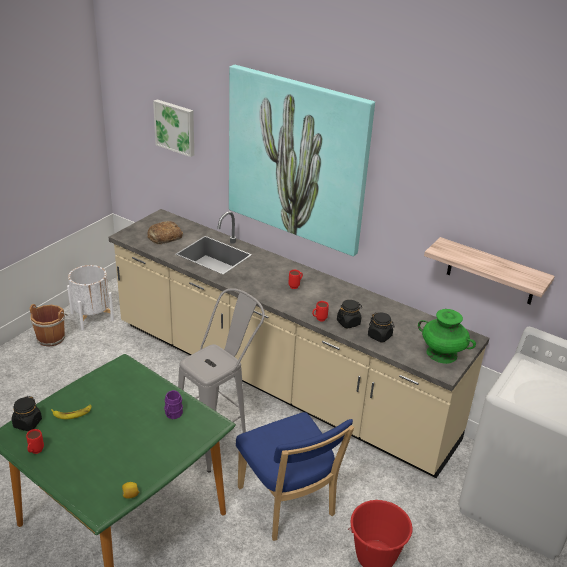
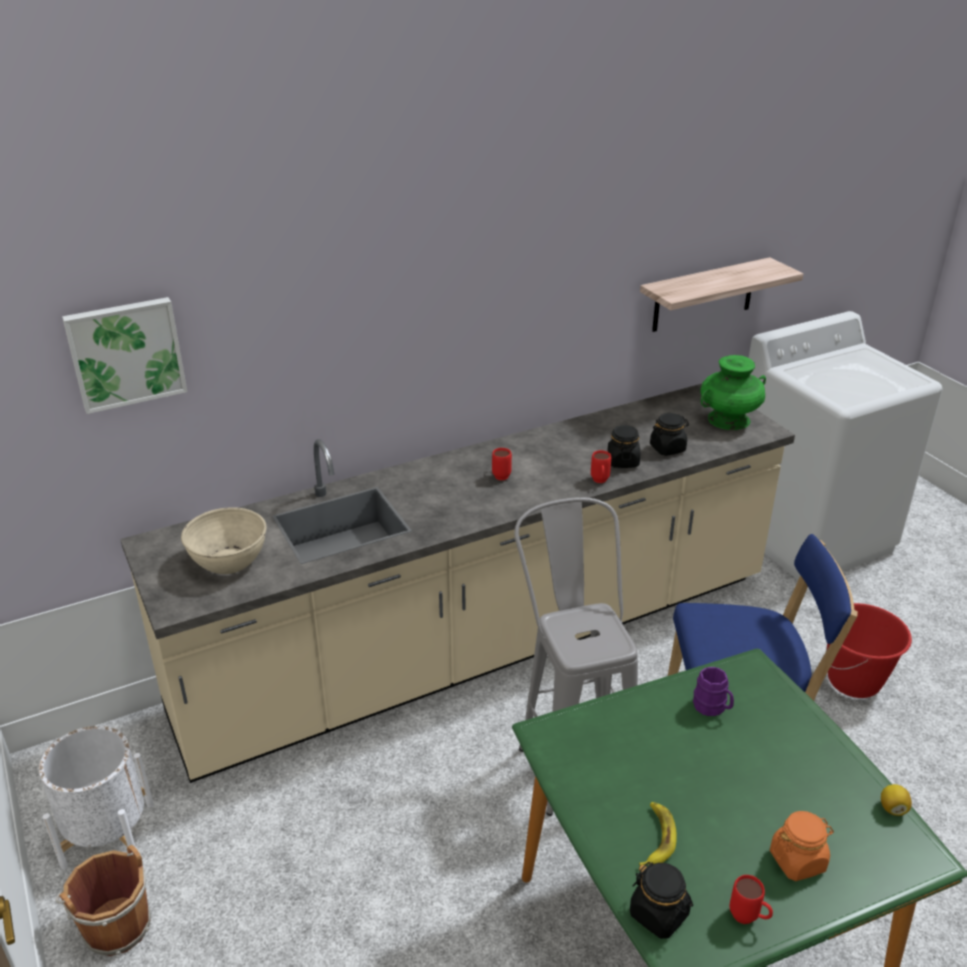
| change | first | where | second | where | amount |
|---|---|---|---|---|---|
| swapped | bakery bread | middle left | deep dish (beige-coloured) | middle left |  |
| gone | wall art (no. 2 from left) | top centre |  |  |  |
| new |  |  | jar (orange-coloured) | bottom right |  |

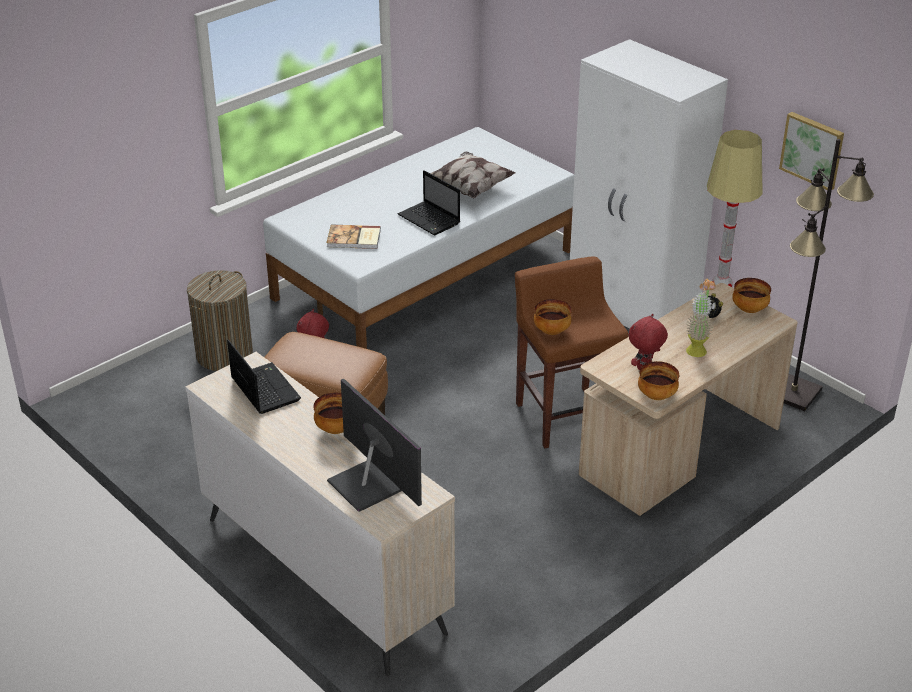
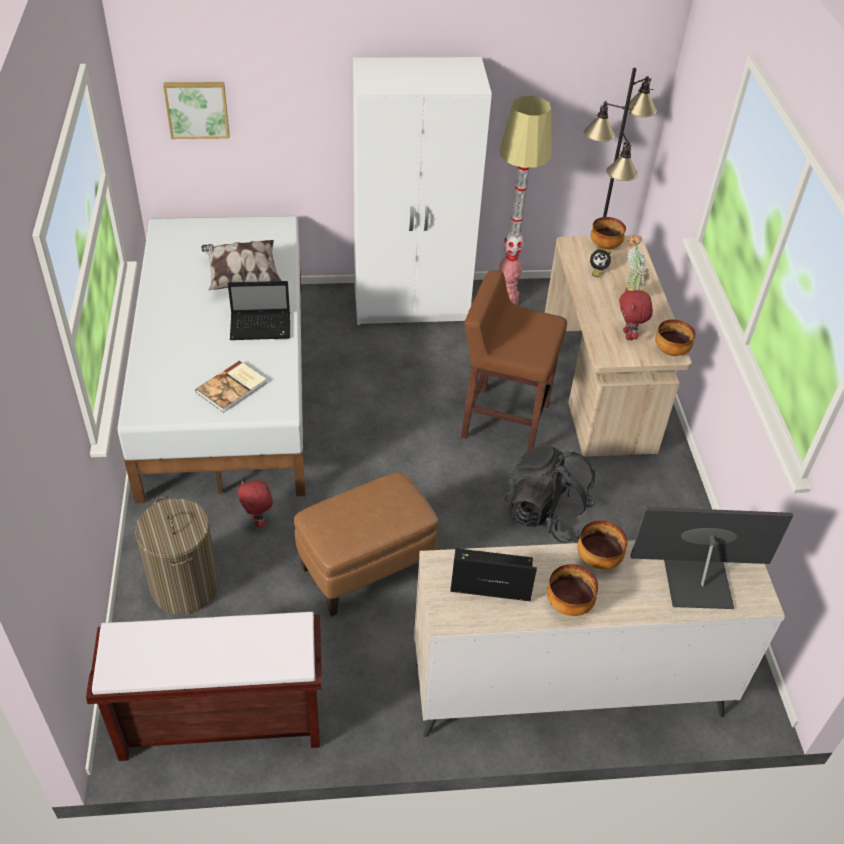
| change | first | where | second | where | amount |
|---|---|---|---|---|---|
| shifted | deep dish (no. 2 from left in the first image) | centre | deep dish (no. 1 from left) | bottom right |  |
| shifted | wall art | top right |  | top left |  |
| new |  |  | indoor bench (brown-coloured) | bottom left |  |
| new |  |  | knapsack (black-coloured) | centre |  |

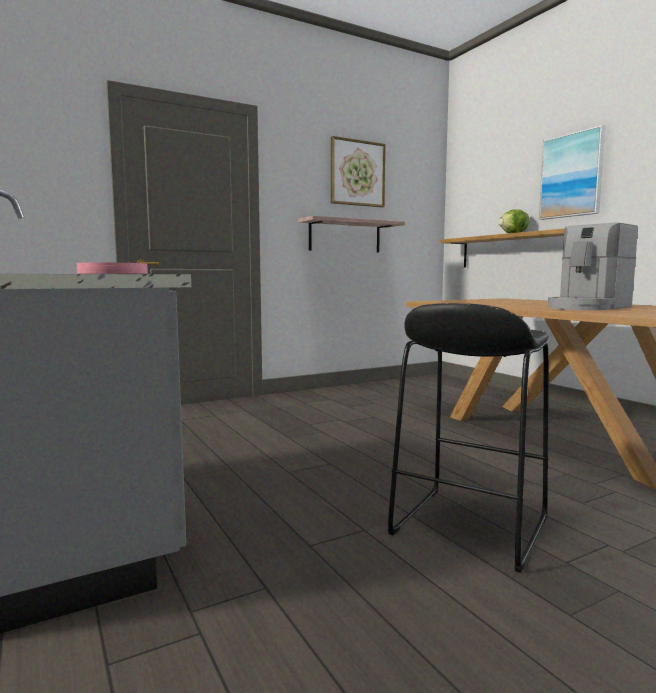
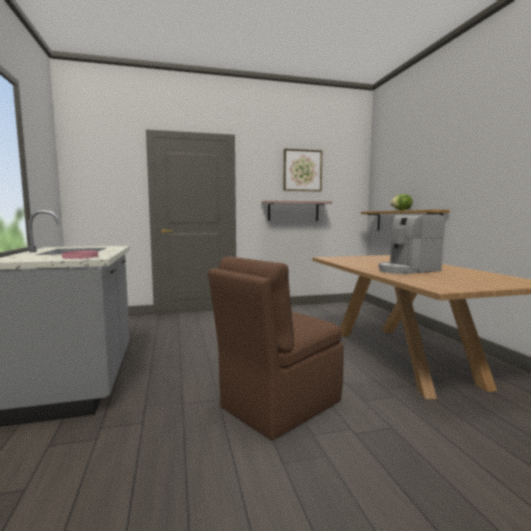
| change | first | where | second | where | amount |
|---|---|---|---|---|---|
| swapped | sitting stool (black-coloured) | middle right | plain chair (brown-coloured) | centre |  |
| gone | wall art (no. 2 from left) | top right |  |  |  |

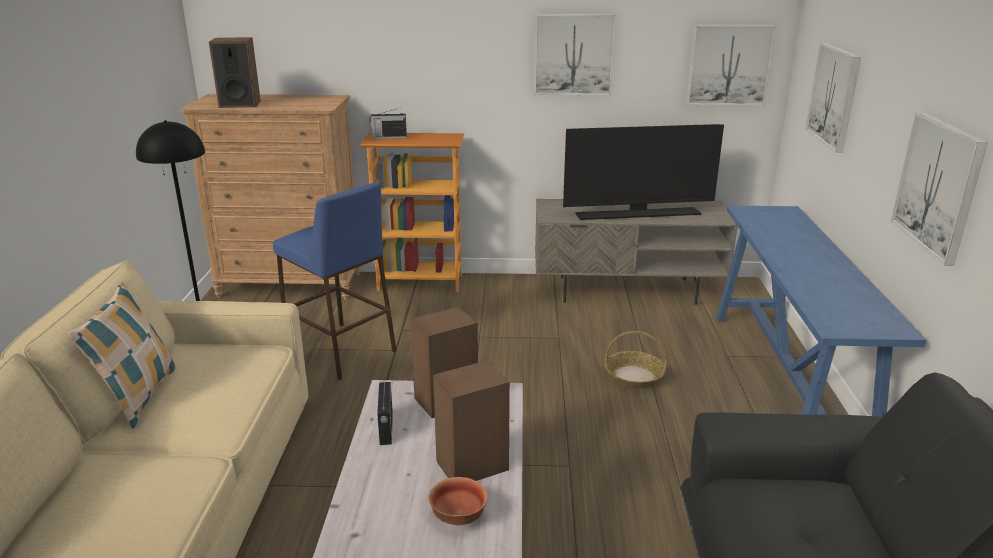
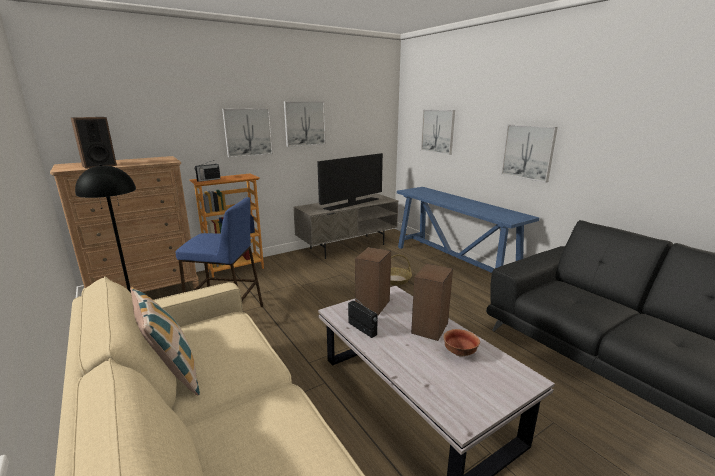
| change | first | where | second | where | amount |
|---|---|---|---|---|---|
| shifted | wall art (no. 2 from left in the first image) | top right | wall art (no. 1 from left) | top centre |  |

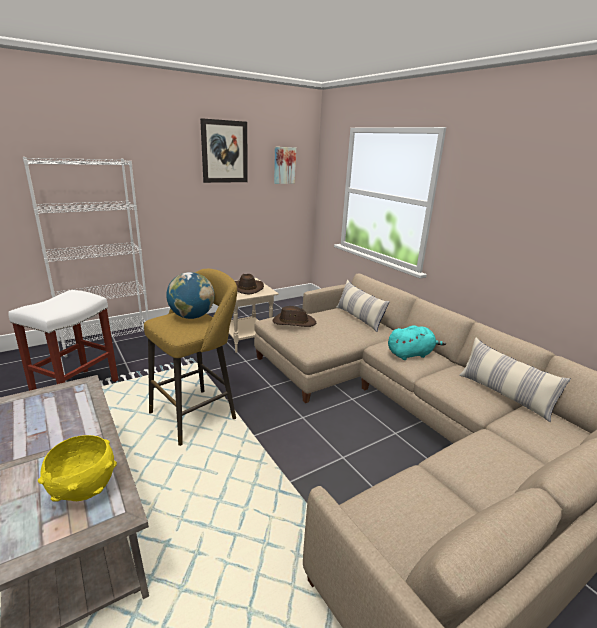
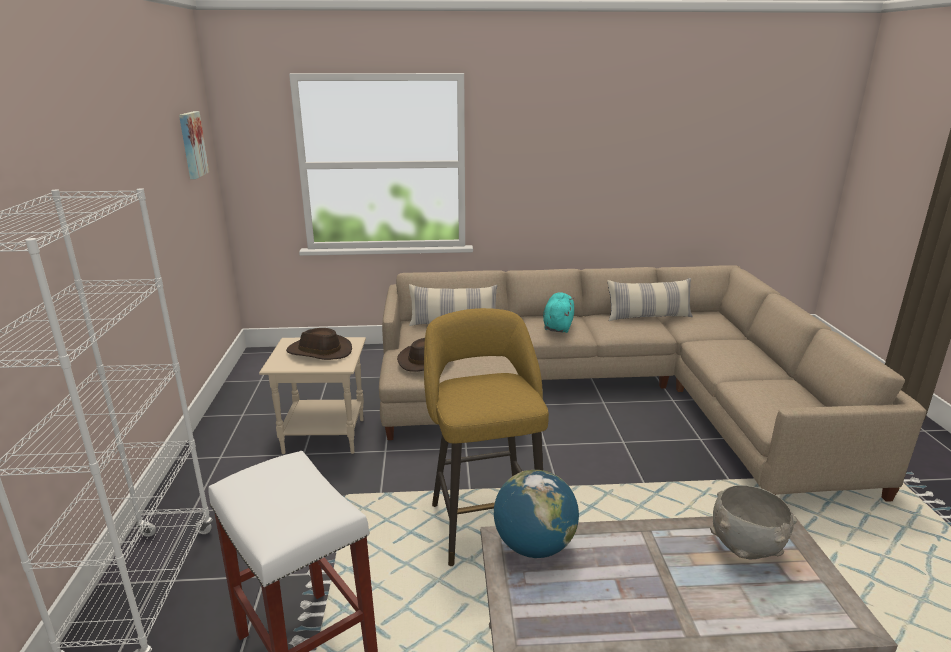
| change | first | where | second | where | amount |
|---|---|---|---|---|---|
| repainted | deep dish (yellow) | bottom left | deep dish (gray) | bottom right |  |
| shifted | world globe | middle left |  | bottom centre |  |
| gone | wall art (no. 1 from left) | top centre |  |  |  |

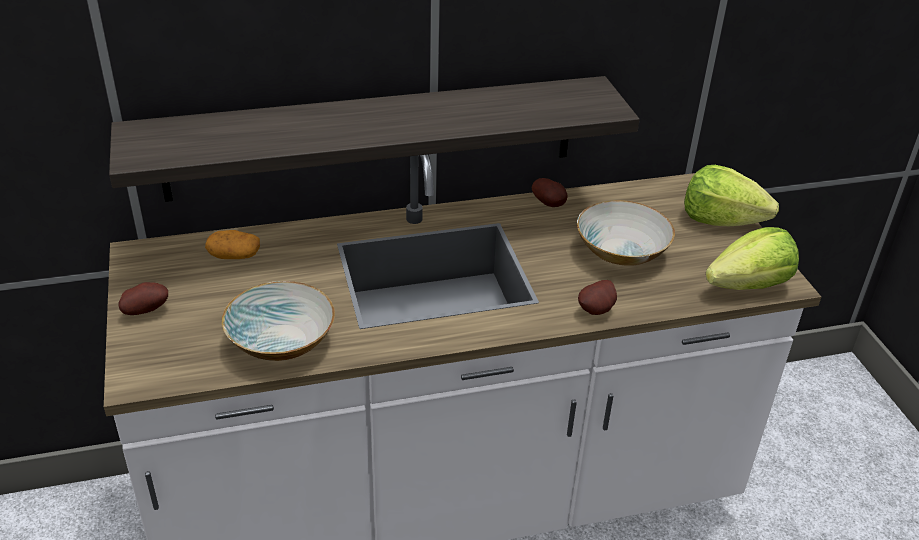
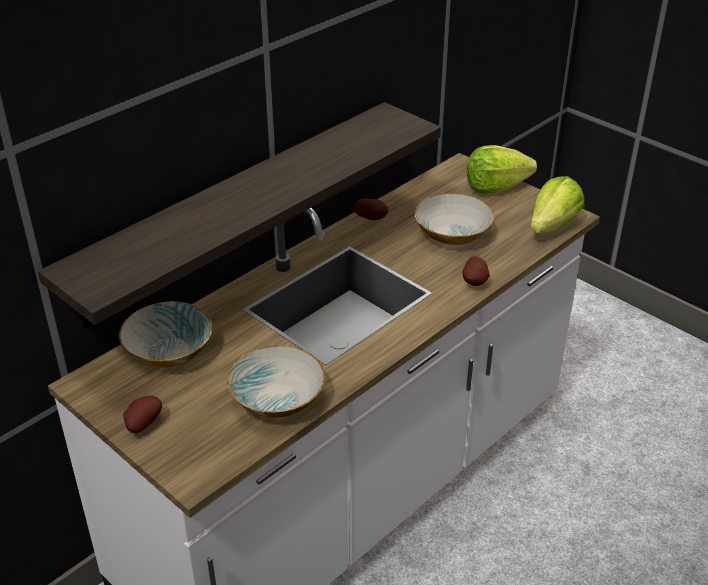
| change | first | where | second | where | amount |
|---|---|---|---|---|---|
| swapped | whole potato (no. 2 from left) | middle left | deep dish (no. 1 from left) | middle left |  |

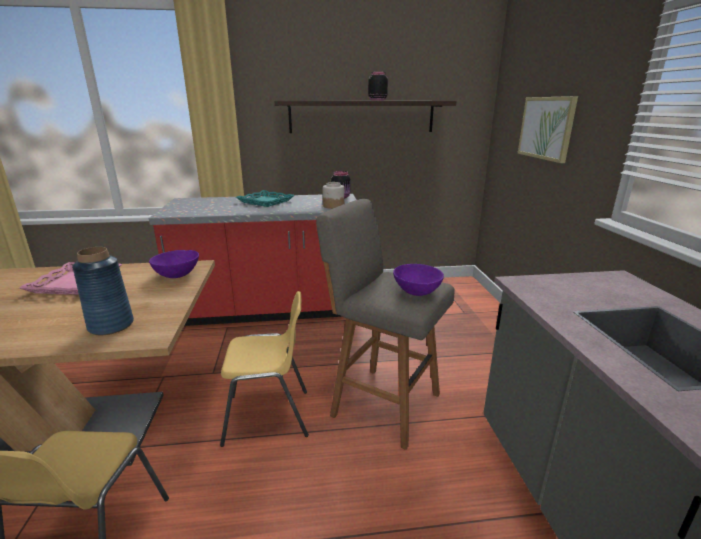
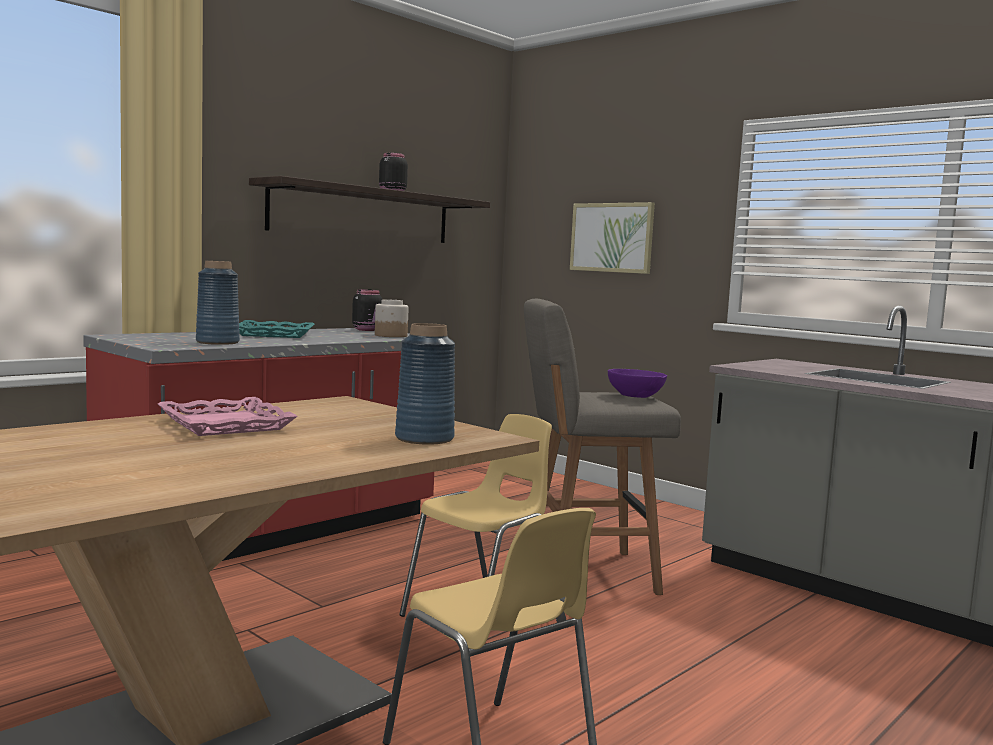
| change | first | where | second | where | amount |
|---|---|---|---|---|---|
| gone | deep dish (purple) (no. 1 from left) | middle left |  |  |  |
| new |  |  | vase (bluish) (no. 1 from left) | middle left |  |

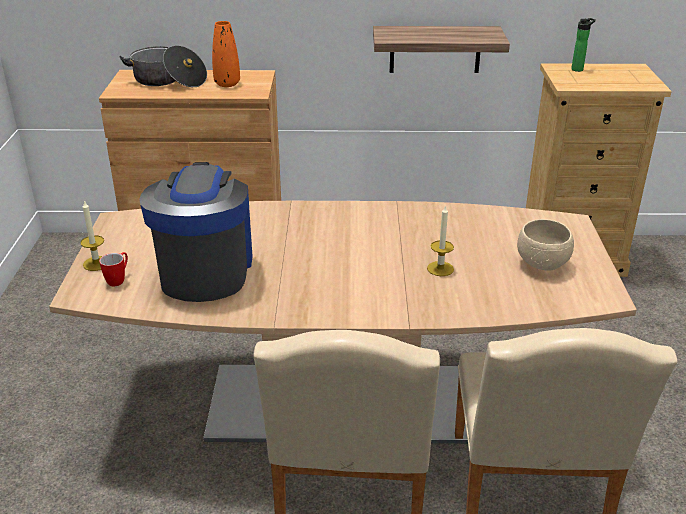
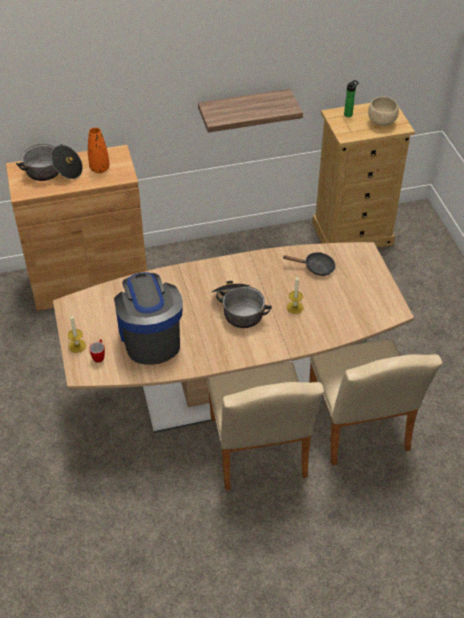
| change | first | where | second | where | amount |
|---|---|---|---|---|---|
| shifted | deep dish (beige-coloured) | middle right |  | top right |  |
| new |  |  | cooking pot (no. 2 from left) | centre |  |
| new |  |  | skillet (black-coloured) | centre |  |

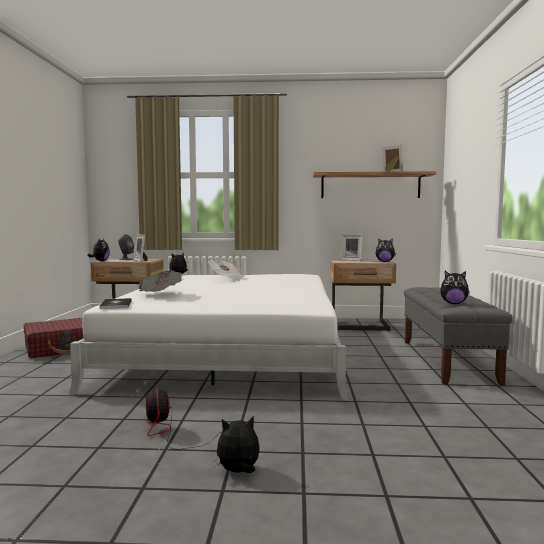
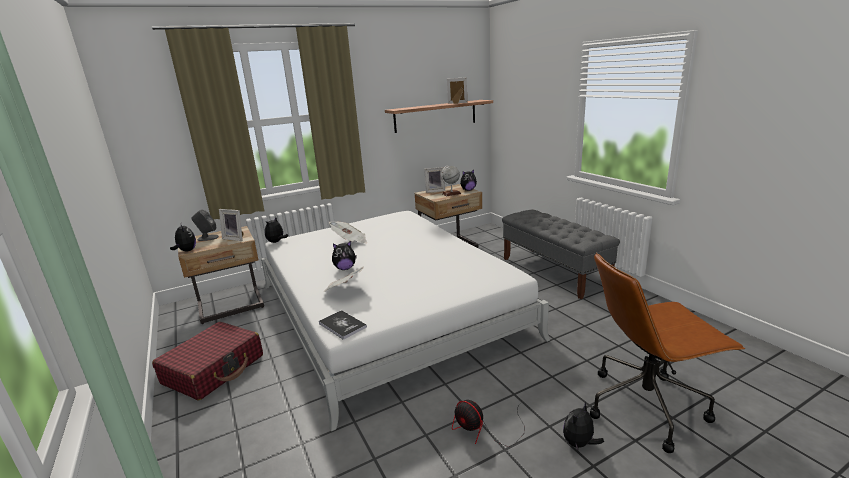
| change | first | where | second | where | amount |
|---|---|---|---|---|---|
| shifted | cuddly toy (no. 5 from left in the first image) | middle right | cuddly toy (no. 3 from left) | centre |  |
| new |  |  | world globe | centre |  |
| new |  |  | computer chair (brown-coloured) | bottom right |  |

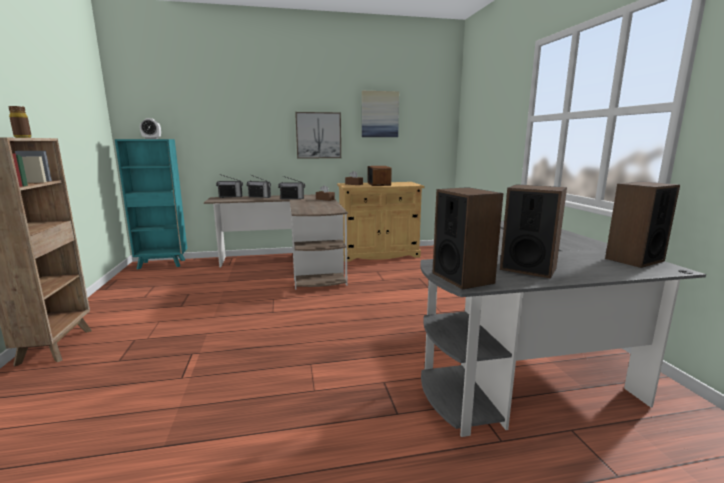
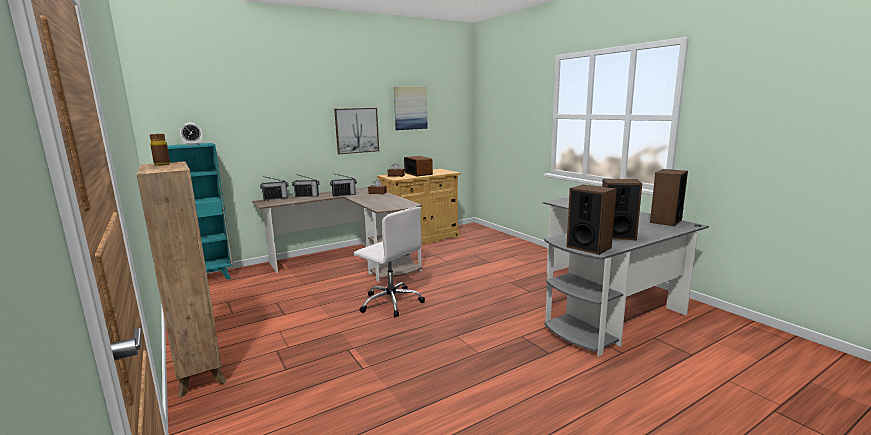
| change | first | where | second | where | amount |
|---|---|---|---|---|---|
| new |  |  | computer chair (white) | centre |  |

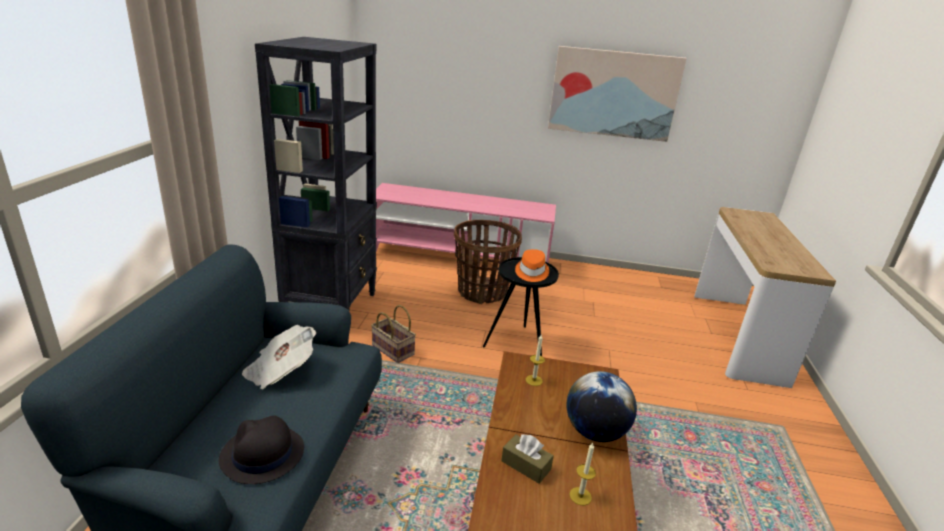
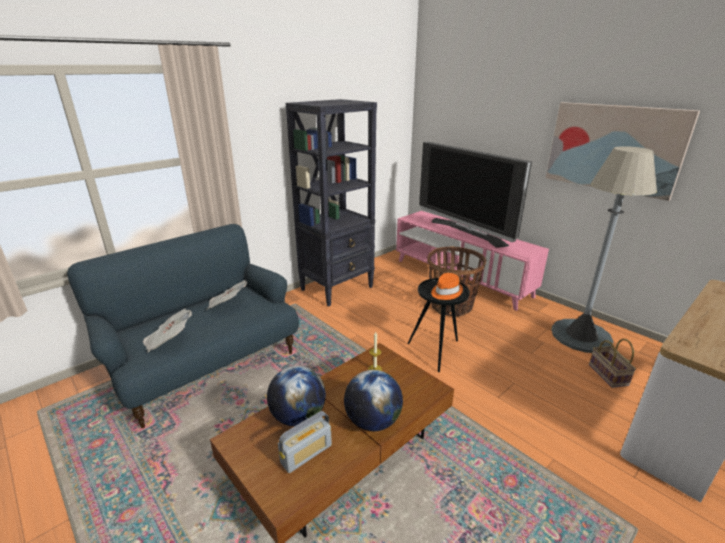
| change | first | where | second | where | amount |
|---|---|---|---|---|---|
| swapped | clothing hat (black-coloured) | bottom left | newspaper (no. 1 from left) | middle left |  |
| shifted | basket (no. 1 from left in the first image) | centre | basket (no. 2 from left) | bottom right |  |
| swapped | tissue holder (brown-coloured) | bottom centre | world globe (no. 1 from left) | bottom centre |  |
| swapped | wax candle (no. 2 from left) | bottom centre | radio | bottom centre |  |
| new |  |  | TV set | centre |  |
| new |  |  | standard lamp (gray) | middle right |  |

